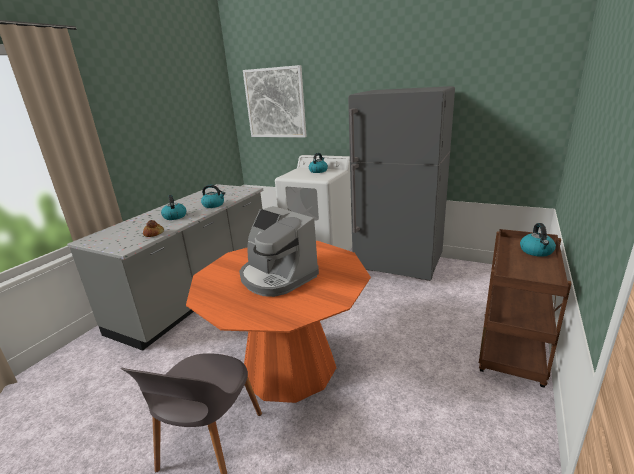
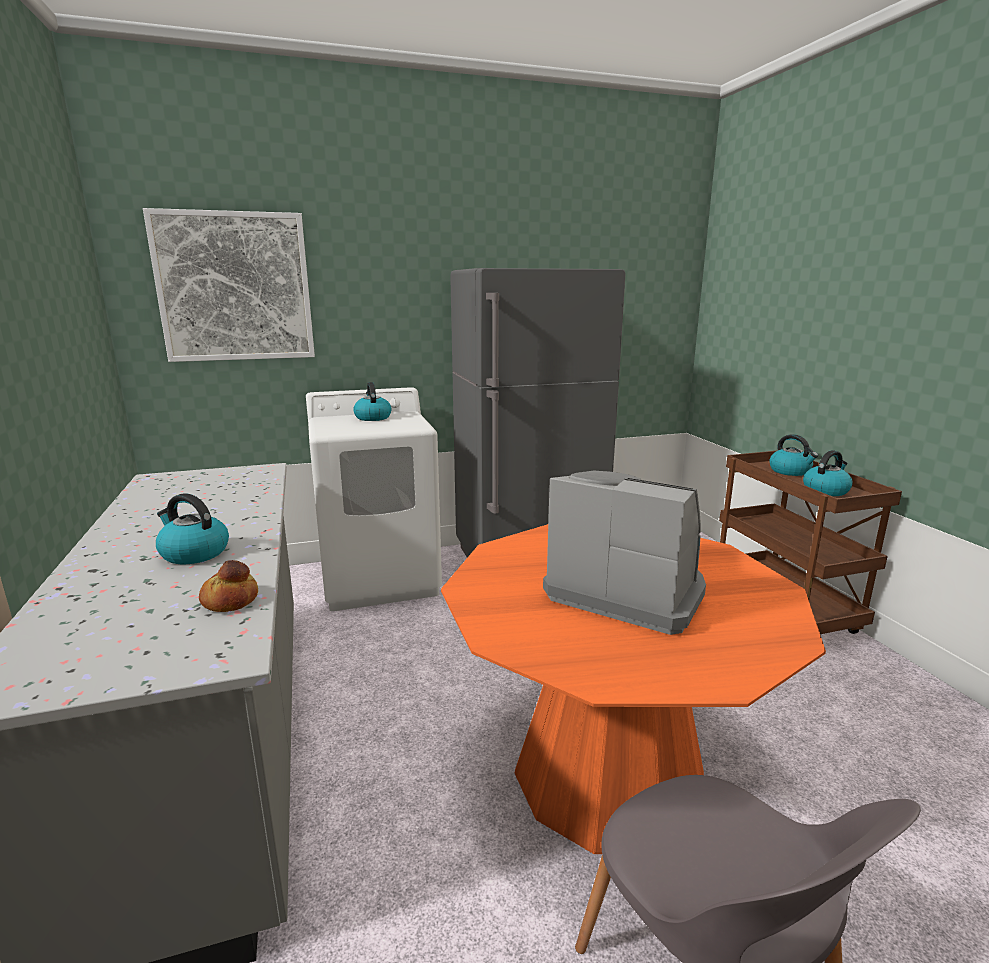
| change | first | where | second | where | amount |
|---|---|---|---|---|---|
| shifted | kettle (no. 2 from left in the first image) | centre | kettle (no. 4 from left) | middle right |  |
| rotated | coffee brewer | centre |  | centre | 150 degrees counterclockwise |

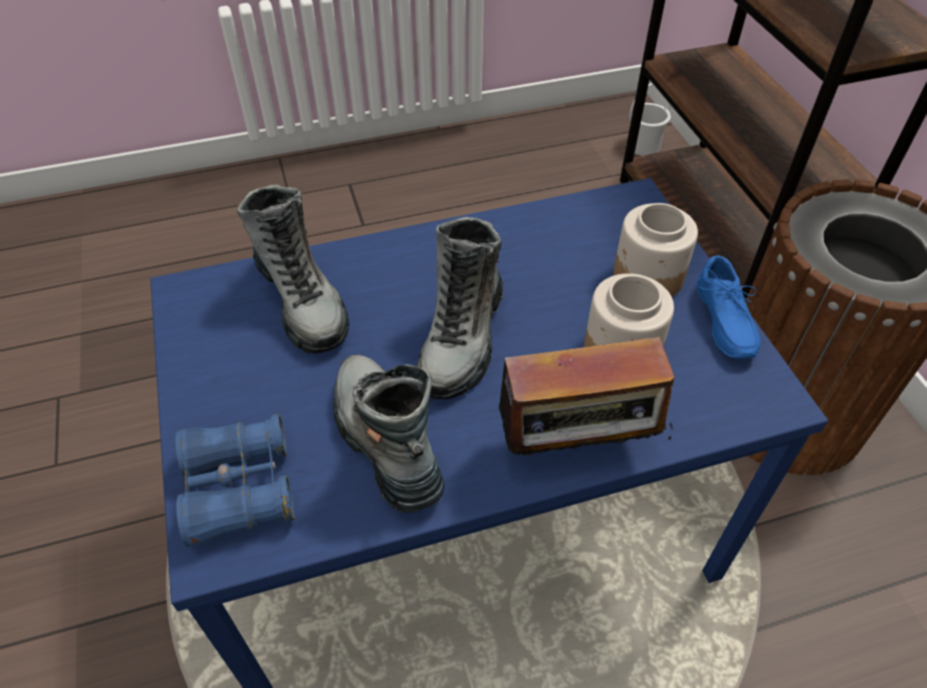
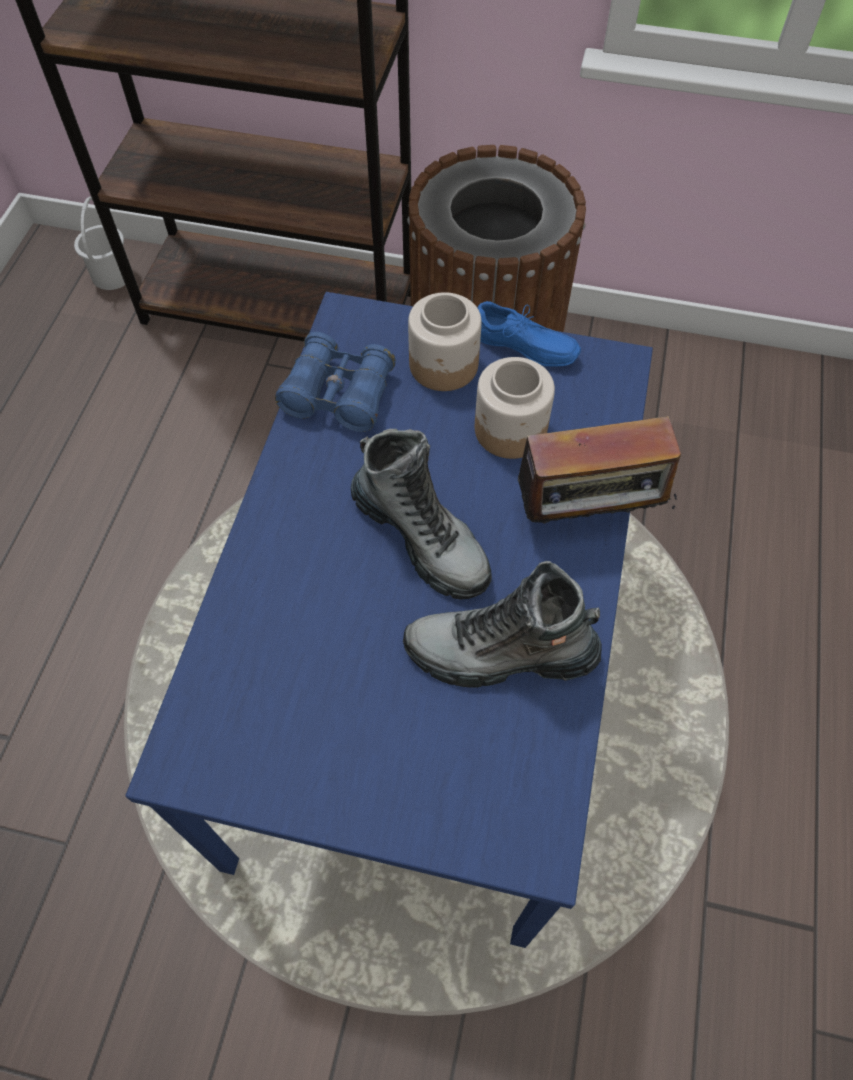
| change | first | where | second | where | amount |
|---|---|---|---|---|---|
| shifted | pair of binoculars (bluish) | bottom left |  | centre |  |
| gone | high-top boot (no. 1 from left) | middle left |  |  |  |
| rotated | radio | centre |  | middle right | 60 degrees clockwise |

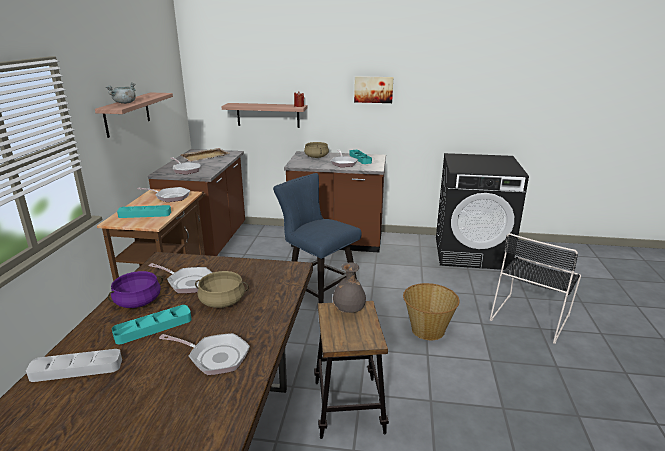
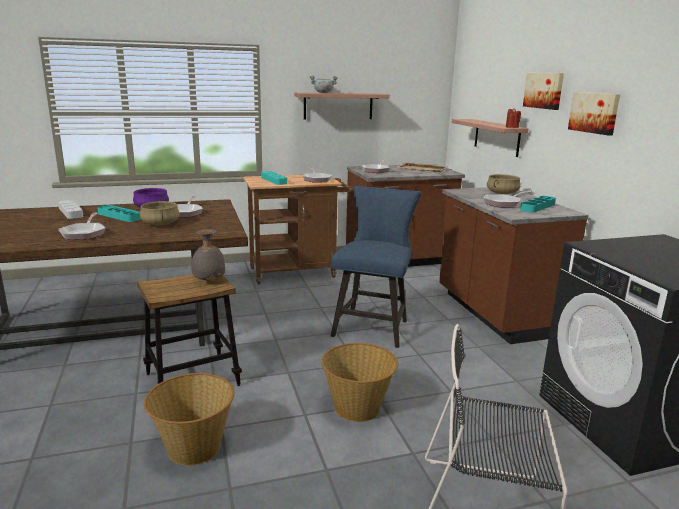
| change | first | where | second | where | amount |
|---|---|---|---|---|---|
| new |  |  | basket (no. 1 from left) | bottom left |  |
| new |  |  | wall art (no. 1 from left) | top right |  |

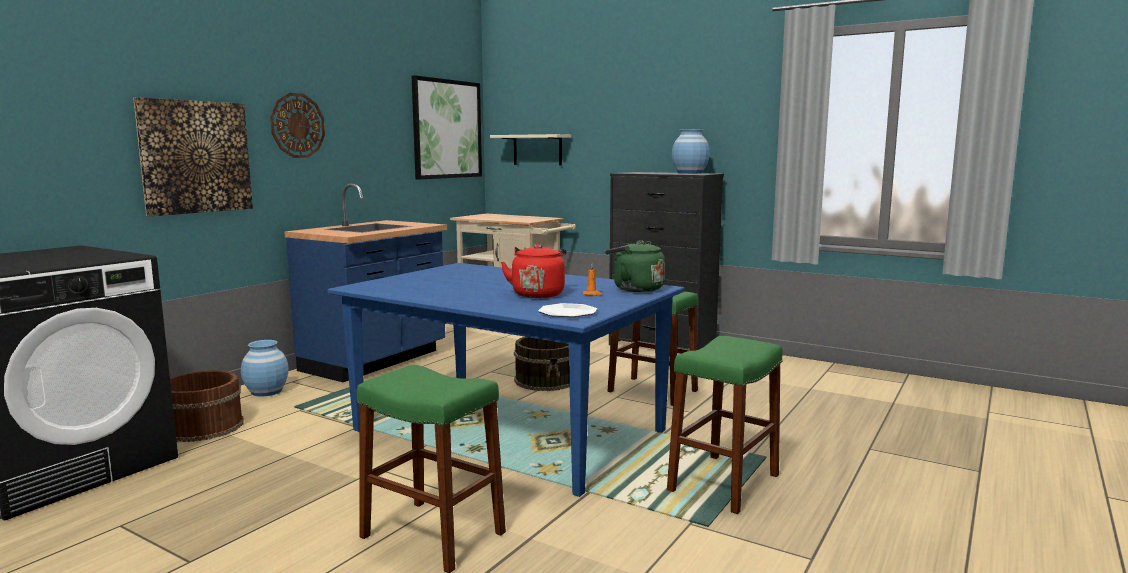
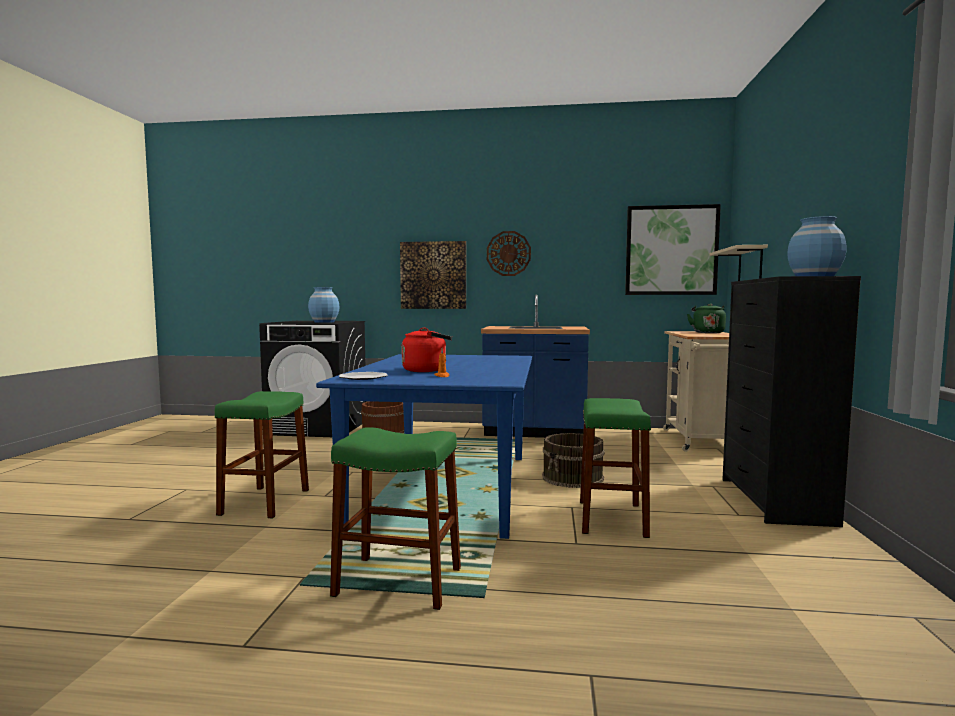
| change | first | where | second | where | amount |
|---|---|---|---|---|---|
| shifted | vase (bluish) (no. 1 from left) | middle left |  | centre |  |
| shifted | kettle (green-coloured) | centre |  | middle right |  |

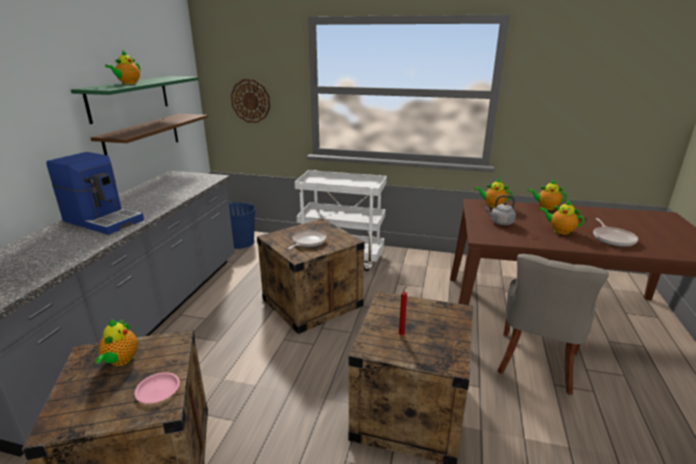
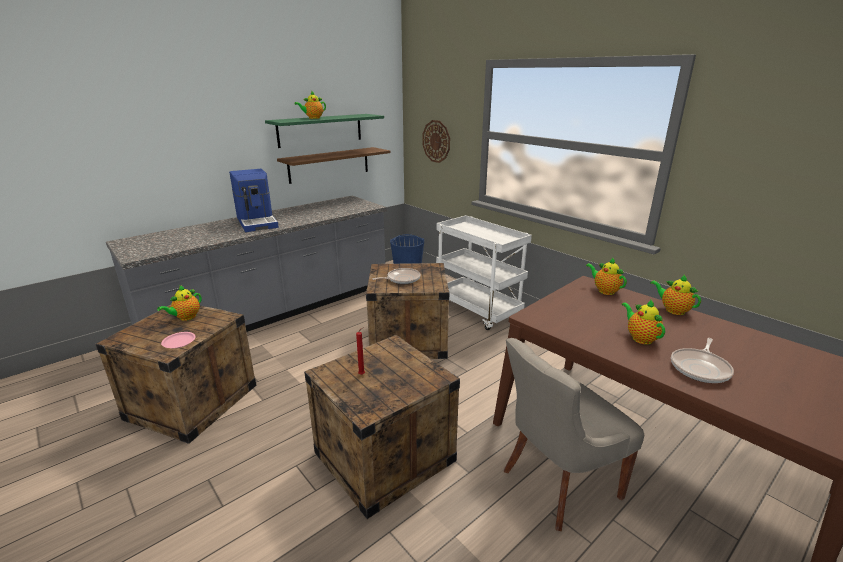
| change | first | where | second | where | amount |
|---|---|---|---|---|---|
| gone | kettle (gray) | middle right |  |  |  |

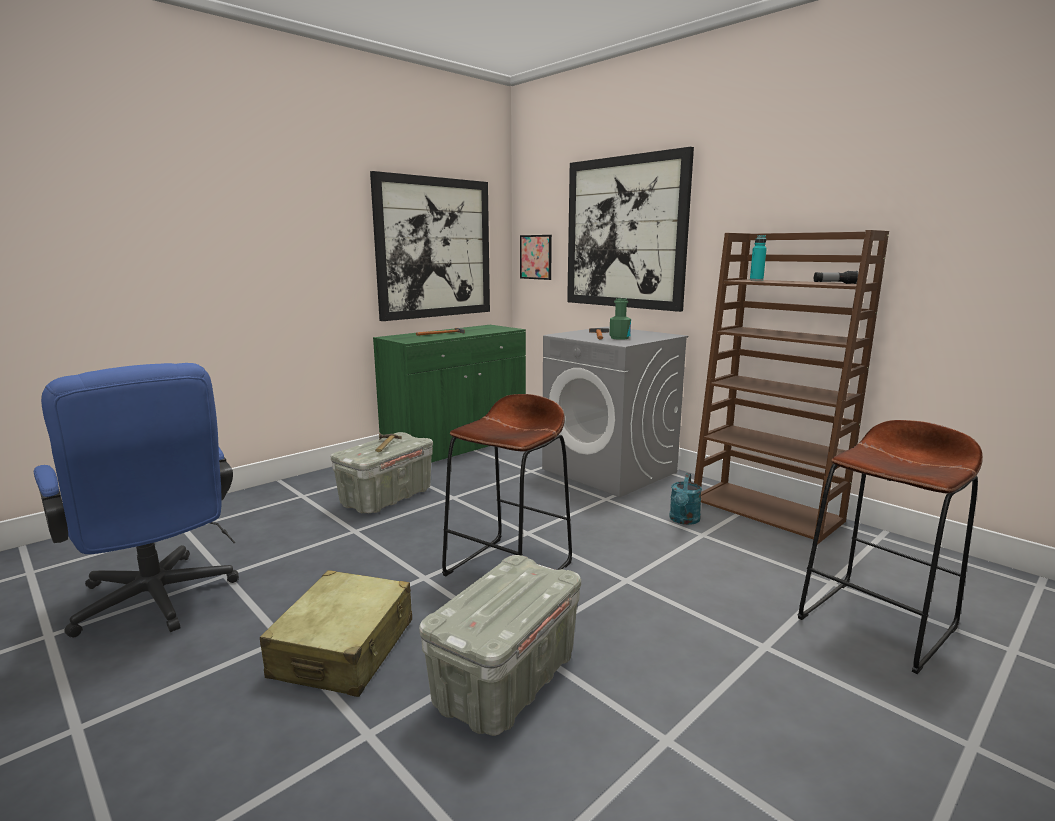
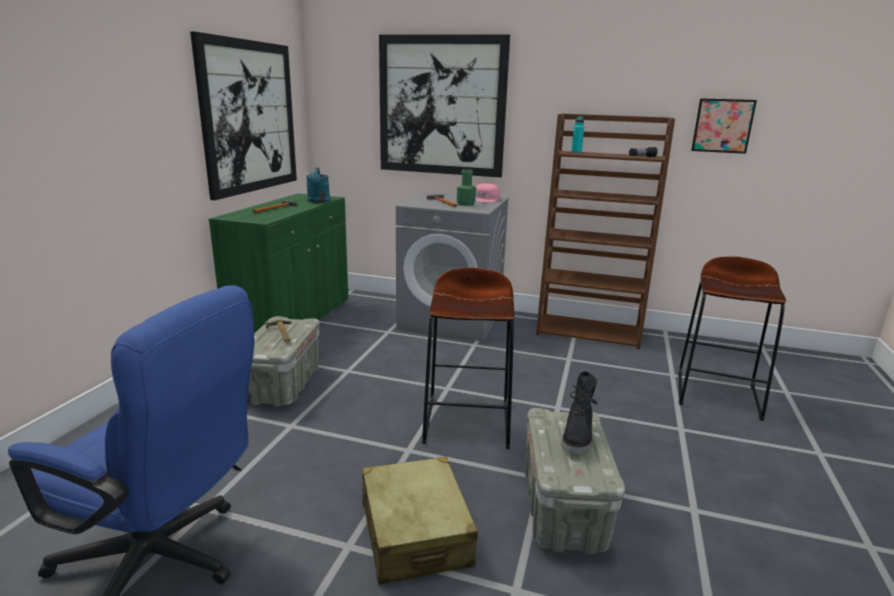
| change | first | where | second | where | amount |
|---|---|---|---|---|---|
| shifted | wall art (no. 2 from left in the first image) | top centre | wall art (no. 3 from left) | top right |  |
| shifted | watering pot (blue-green) | centre |  | top centre |  |
| new |  |  | cap (pinkish) | top centre |  |
| new |  |  | high-top boot (black-coloured) | bottom centre |  |

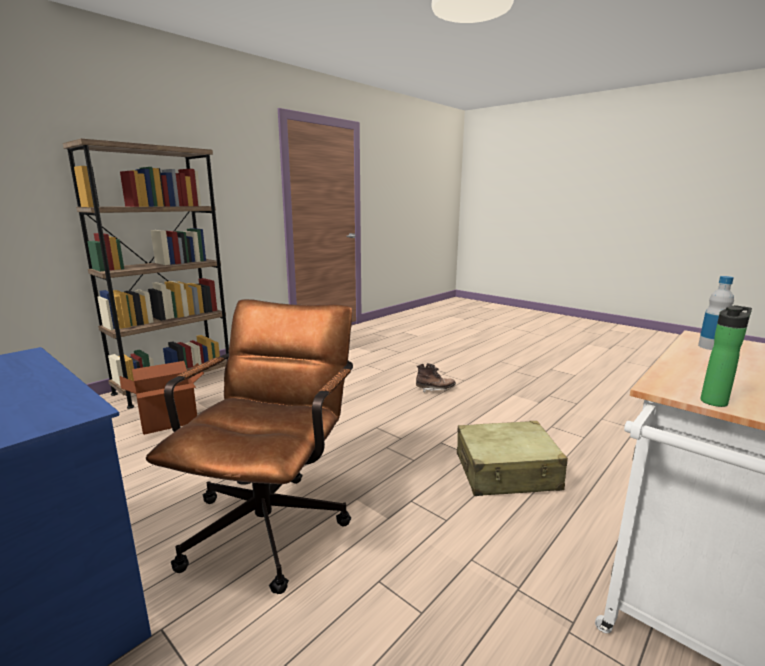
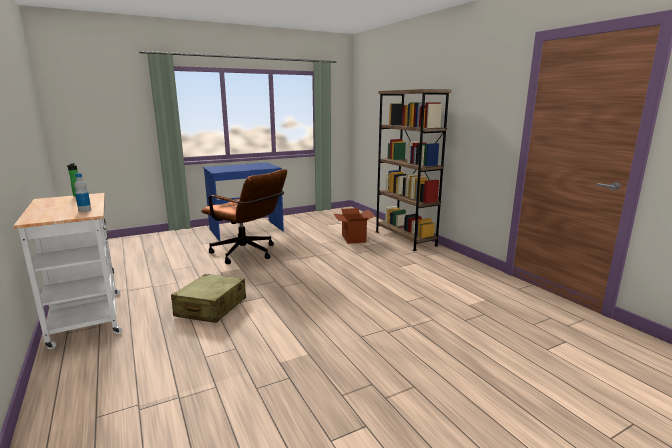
| change | first | where | second | where | amount |
|---|---|---|---|---|---|
| gone | high-top boot (brown-coloured) | centre |  |  |  |

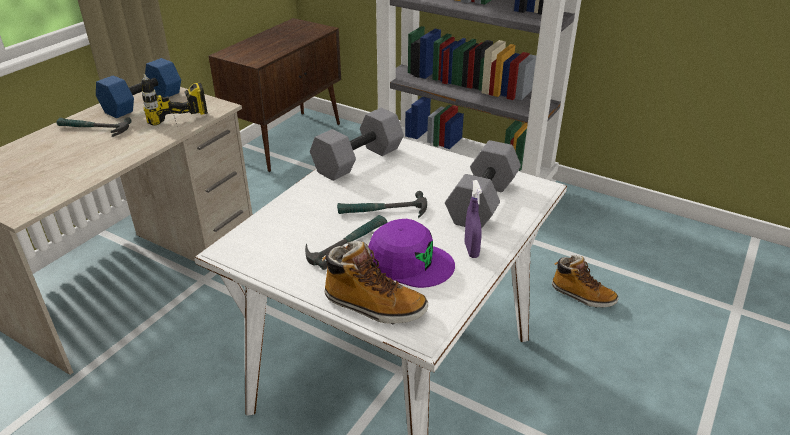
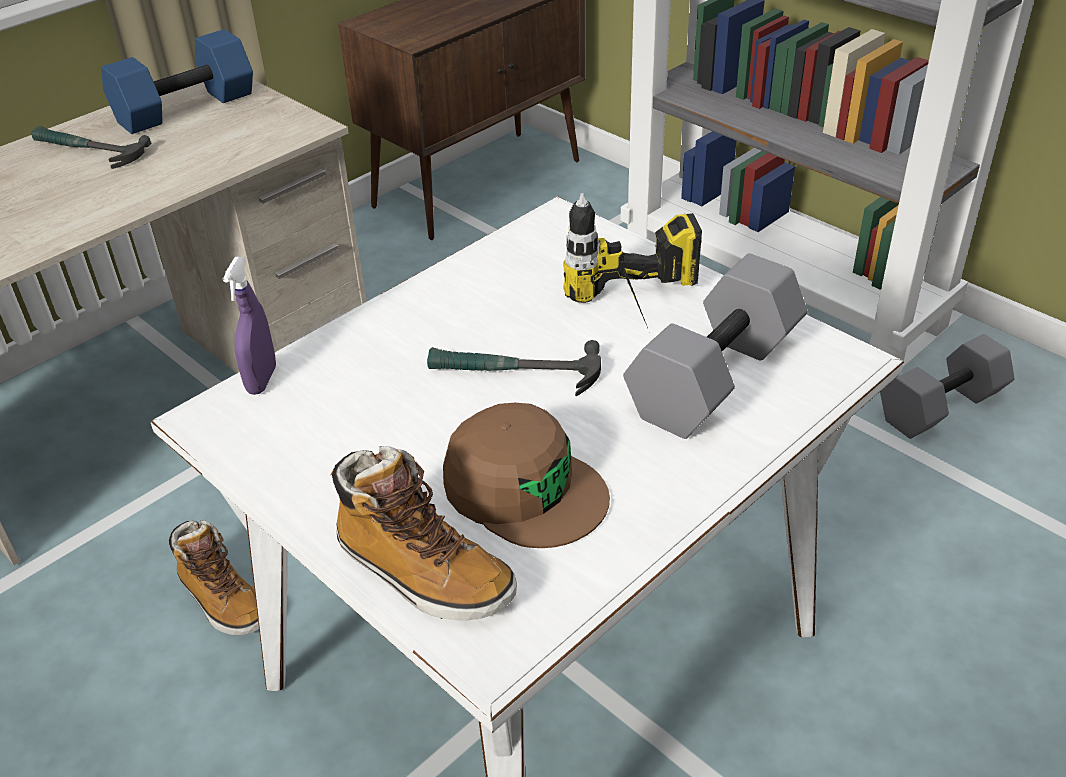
| change | first | where | second | where | amount |
|---|---|---|---|---|---|
| shifted | drill | top left |  | centre |  |
| gone | hand hammer (no. 2 from left) | centre |  |  |  |
| shifted | hand weight (gray) (no. 1 from left in the first image) | top centre | hand weight (gray) (no. 2 from left) | middle right |  |
| repainted | cap (purple) | centre | cap (brown-coloured) | centre |  |
| shifted | hand sprayer (purple) | centre |  | middle left |  |
| shifted | high-top boot (no. 2 from left in the first image) | middle right | high-top boot (no. 1 from left) | bottom left |  |

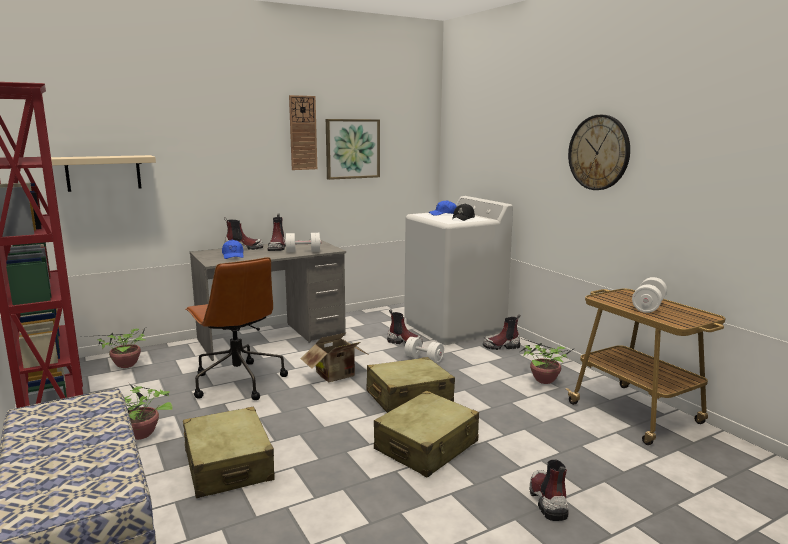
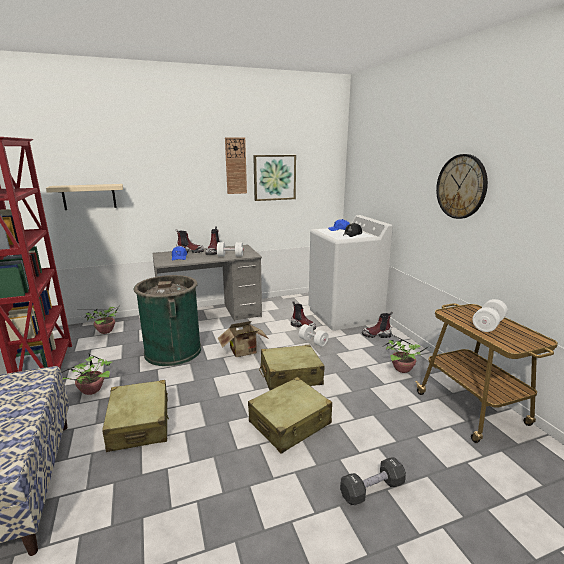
| change | first | where | second | where | amount |
|---|---|---|---|---|---|
| swapped | computer chair (brown-coloured) | middle left | trash can (green-coloured) | middle left |  |
| swapped | high-top boot (no. 5 from left) | bottom right | hand weight (black-coloured) | bottom centre |  |

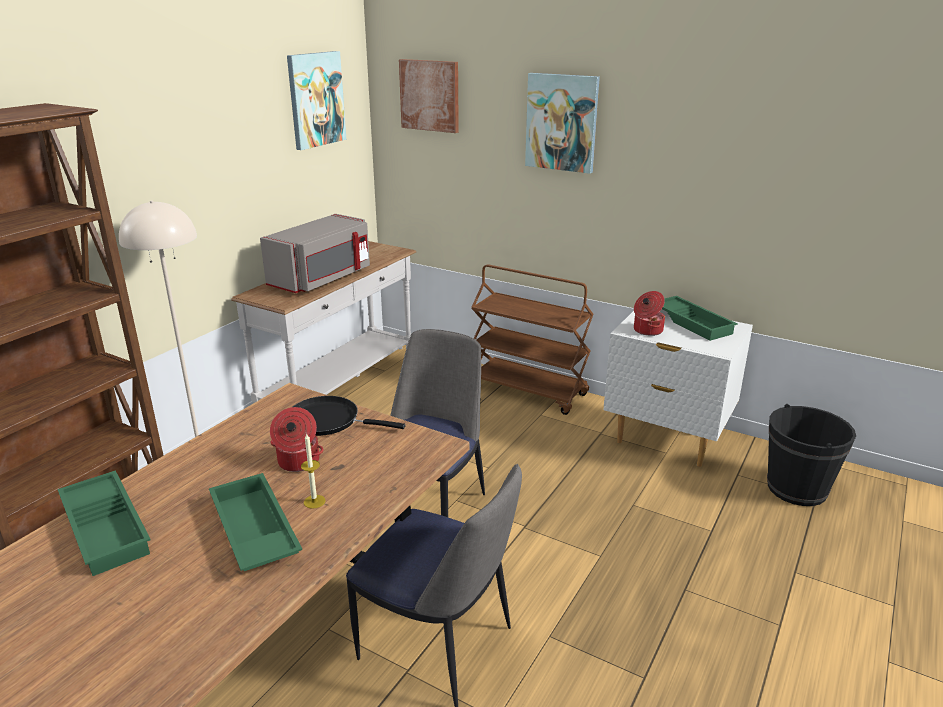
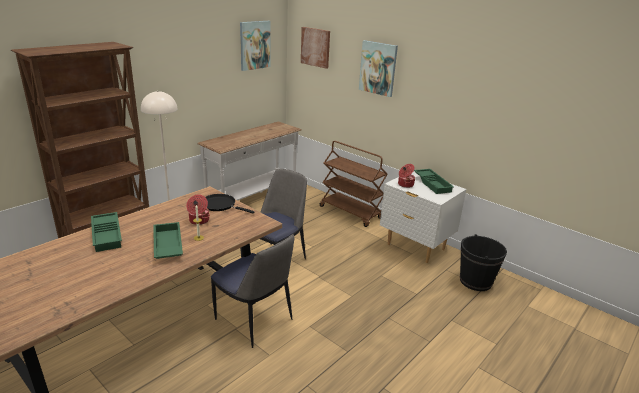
| change | first | where | second | where | amount |
|---|---|---|---|---|---|
| gone | kitchen microwave (gray) | centre |  |  |  |

